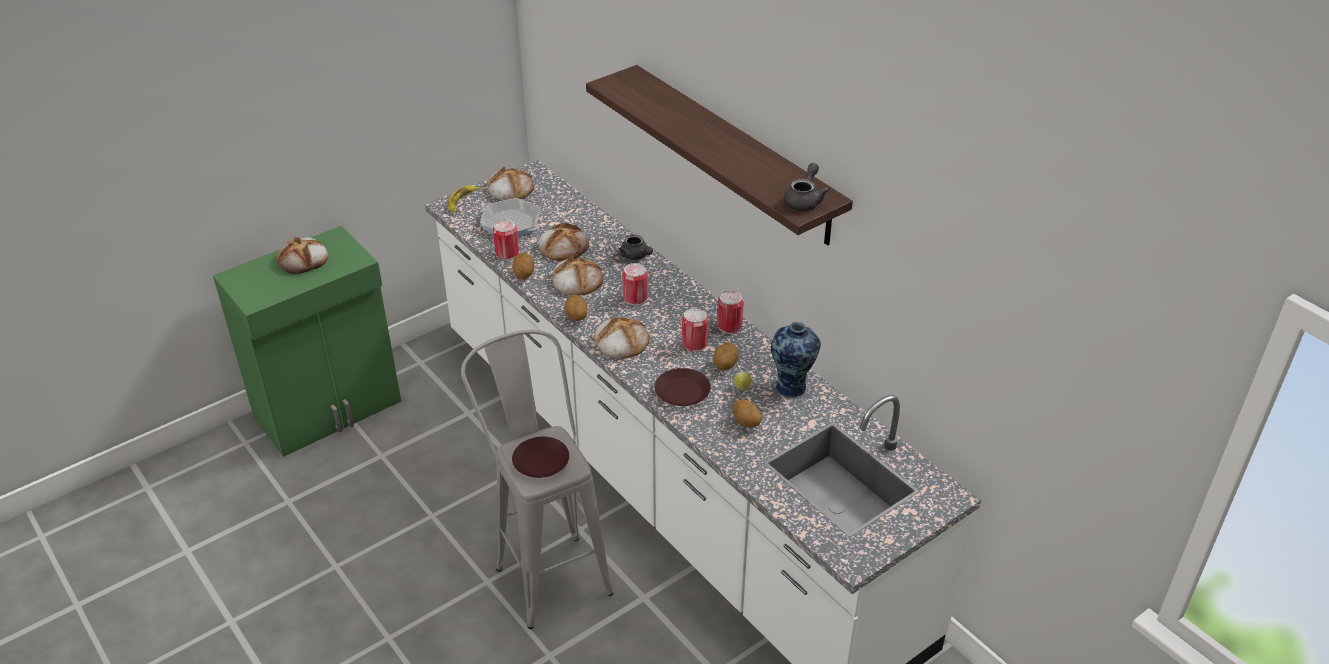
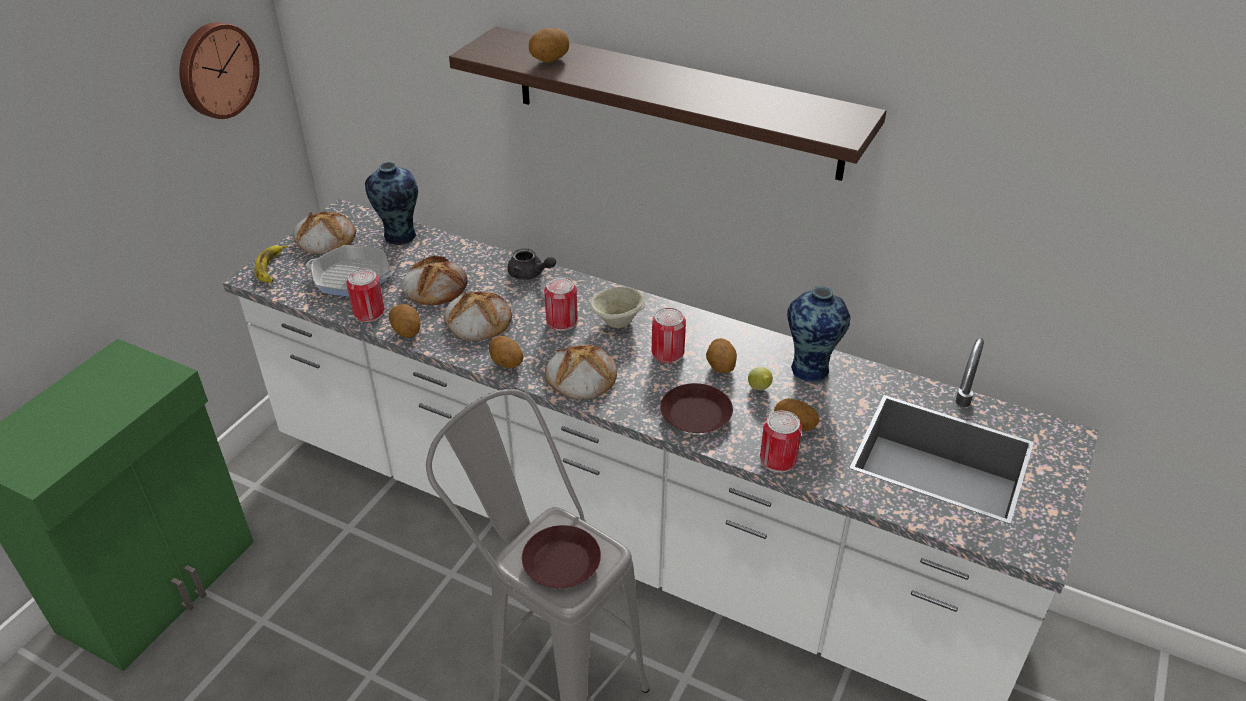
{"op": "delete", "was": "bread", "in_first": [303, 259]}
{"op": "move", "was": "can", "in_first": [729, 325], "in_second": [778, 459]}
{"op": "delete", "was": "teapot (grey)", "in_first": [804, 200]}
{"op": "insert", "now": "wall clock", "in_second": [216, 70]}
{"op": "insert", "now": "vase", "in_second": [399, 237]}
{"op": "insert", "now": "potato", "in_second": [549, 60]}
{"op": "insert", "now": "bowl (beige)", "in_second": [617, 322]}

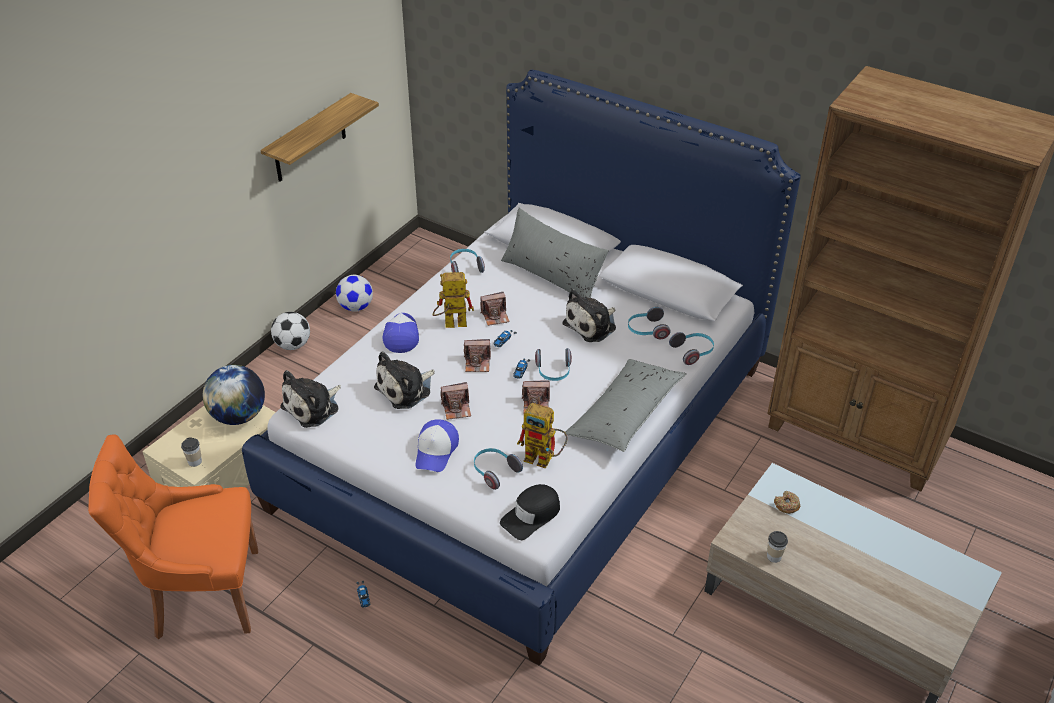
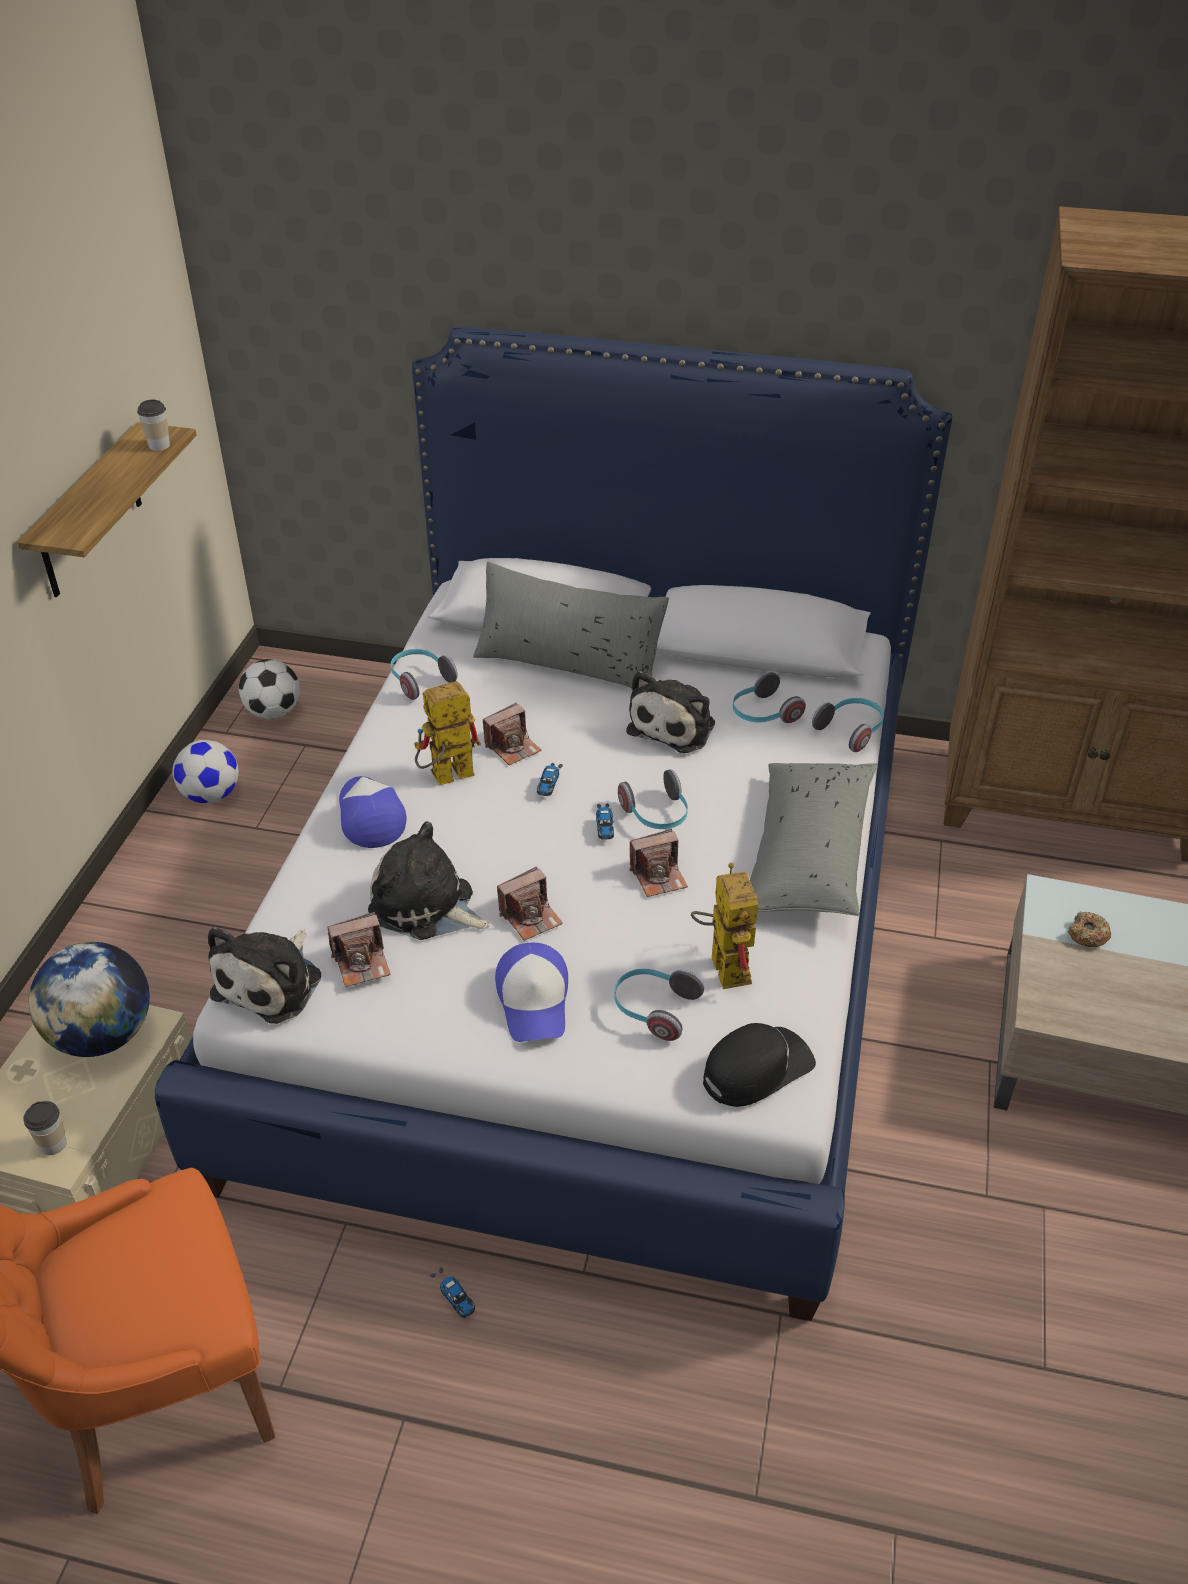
{"op": "move", "was": "football", "in_first": [293, 345], "in_second": [274, 712]}
{"op": "rotate", "was": "plush toy", "in_first": [406, 389], "in_second": [426, 906], "clockwise": 90}
{"op": "move", "was": "photo camera", "in_first": [477, 363], "in_second": [362, 963]}
{"op": "rotate", "was": "cap (black)", "in_first": [531, 515], "in_second": [757, 1068], "clockwise": -150}
{"op": "rotate", "was": "toy robot", "in_first": [544, 459], "in_second": [722, 963], "clockwise": -105}
{"op": "move", "was": "cup", "in_first": [774, 556], "in_second": [159, 445]}

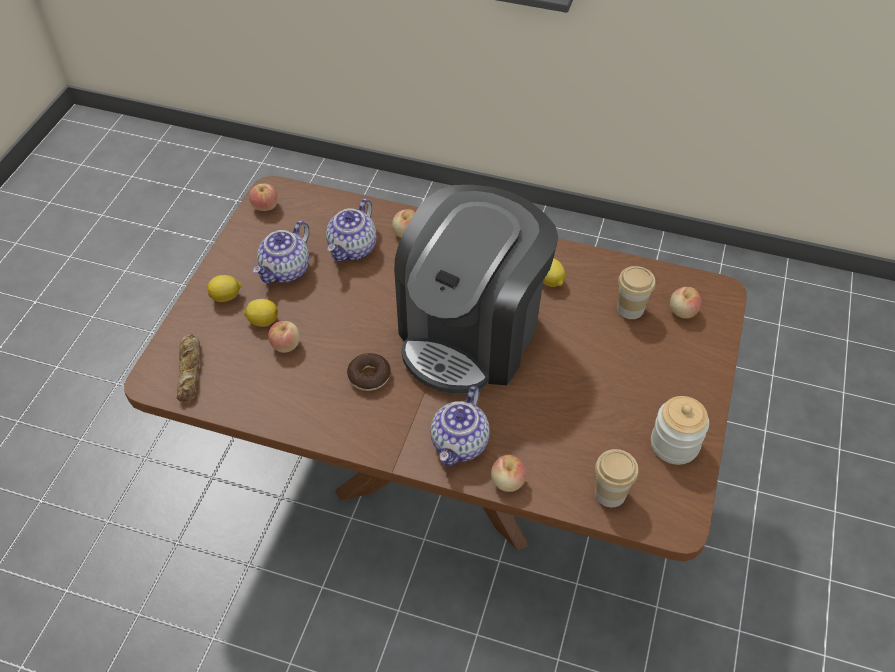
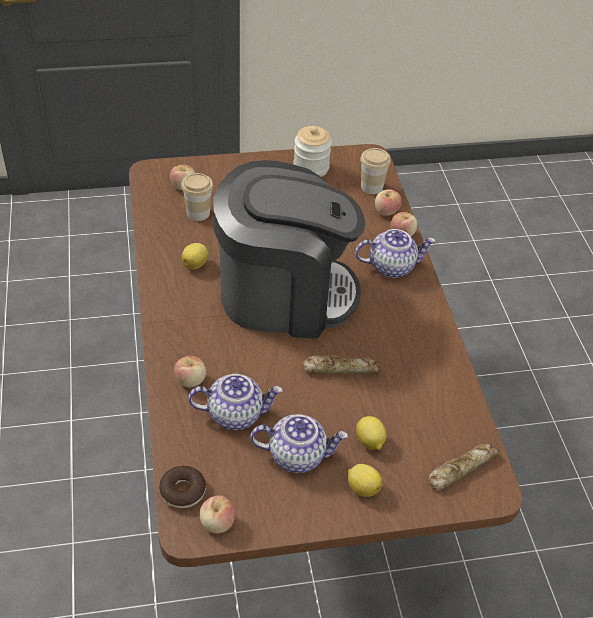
{"op": "move", "was": "apple", "in_first": [286, 345], "in_second": [386, 211]}
{"op": "move", "was": "donut", "in_first": [369, 376], "in_second": [183, 491]}
{"op": "insert", "now": "bread", "in_second": [341, 368]}

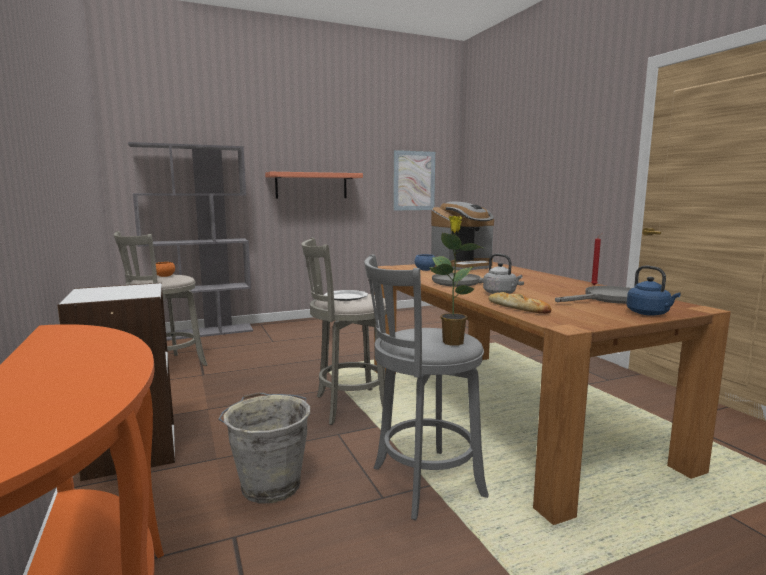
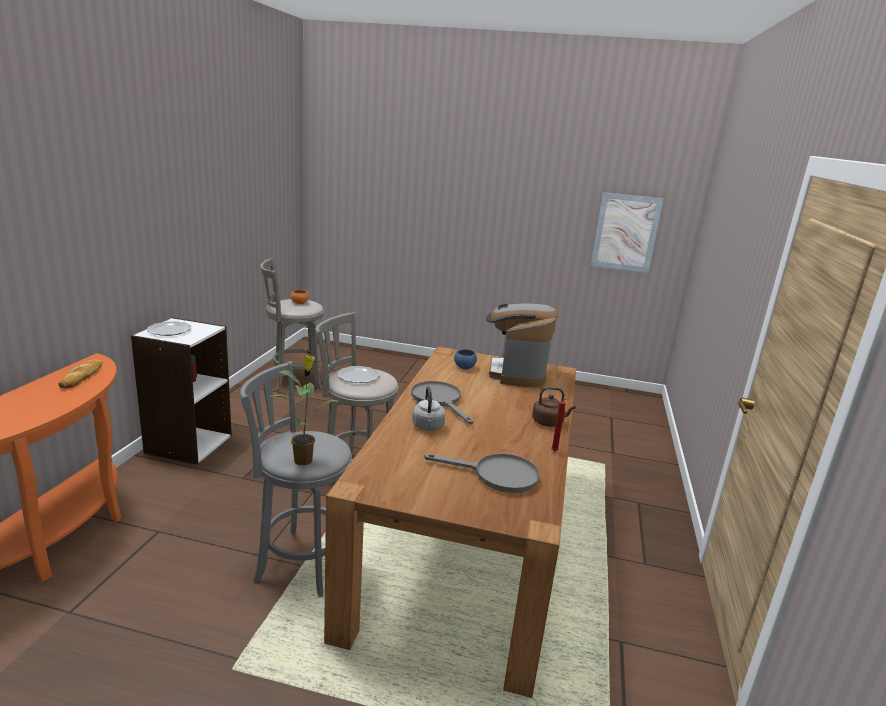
{"op": "delete", "was": "bookcase (grey)", "in_first": [201, 333]}
{"op": "delete", "was": "bucket (grey)", "in_first": [270, 484]}
{"op": "delete", "was": "shelf", "in_first": [311, 185]}
{"op": "rotate", "was": "coffee machine", "in_first": [462, 266], "in_second": [516, 373], "clockwise": 90}
{"op": "move", "was": "bread", "in_first": [518, 307], "in_second": [82, 377]}
{"op": "delete", "was": "kettle (blue)", "in_first": [649, 314]}
{"op": "insert", "now": "plate", "in_second": [169, 330]}
{"op": "insert", "now": "kettle (brown)", "in_second": [549, 422]}

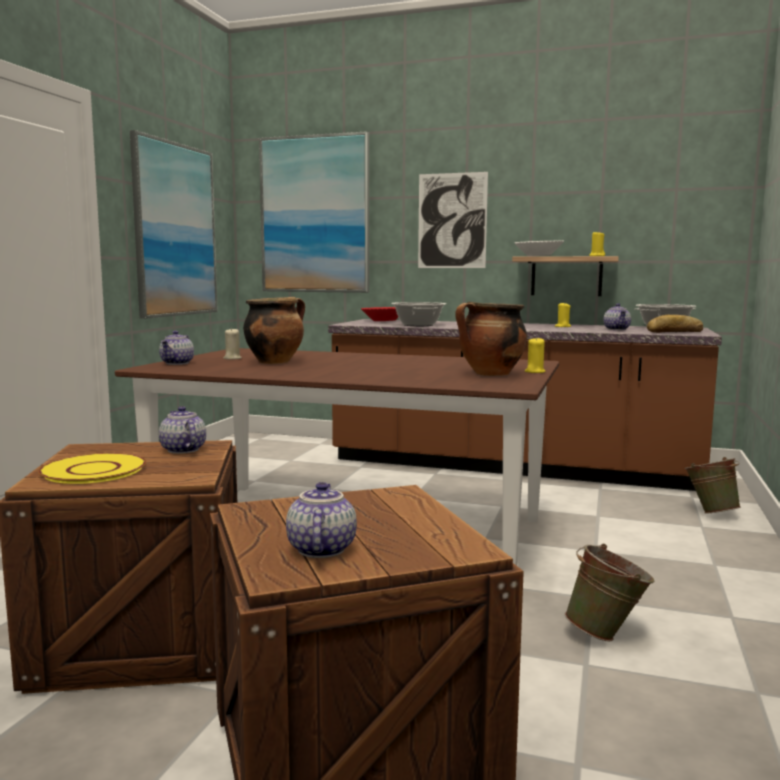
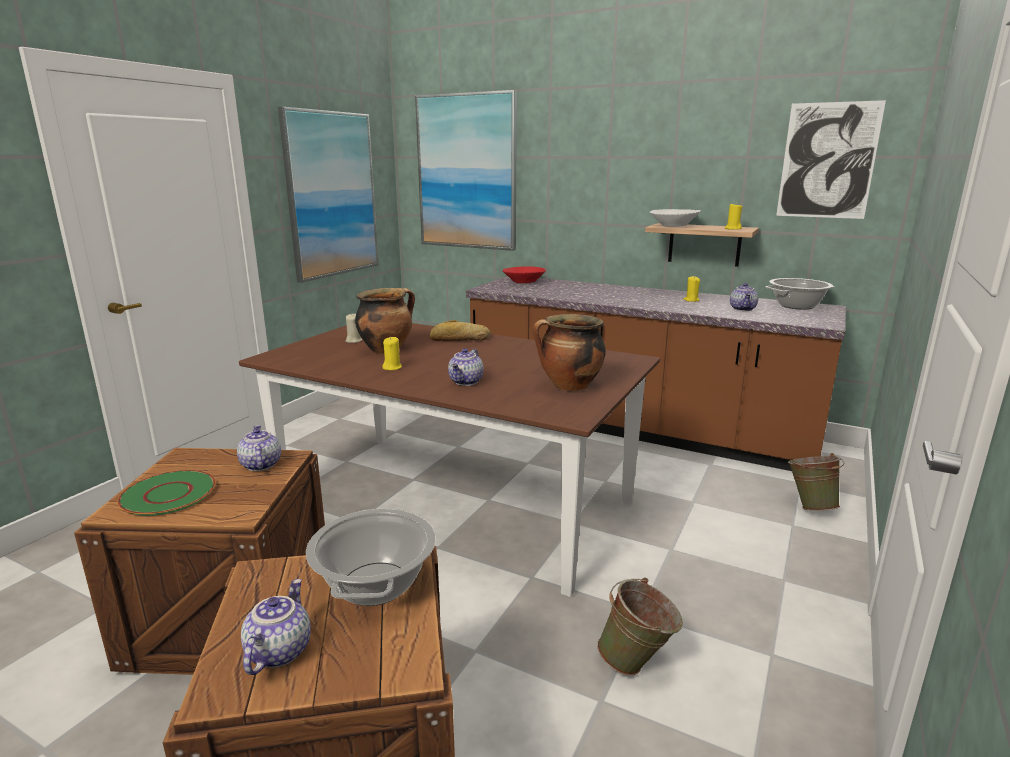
{"op": "recolor", "was": "plate (yellow)", "now": "plate (green)", "in_first": [93, 470], "in_second": [168, 494]}
{"op": "move", "was": "teapot", "in_first": [177, 363], "in_second": [466, 382]}
{"op": "move", "was": "cooking pot", "in_first": [418, 325], "in_second": [375, 584]}
{"op": "move", "was": "picture", "in_first": [452, 221], "in_second": [827, 161]}
{"op": "move", "was": "candle (yellow)", "in_first": [534, 372], "in_second": [392, 367]}
{"op": "move", "was": "bread", "in_first": [676, 332], "in_second": [460, 339]}

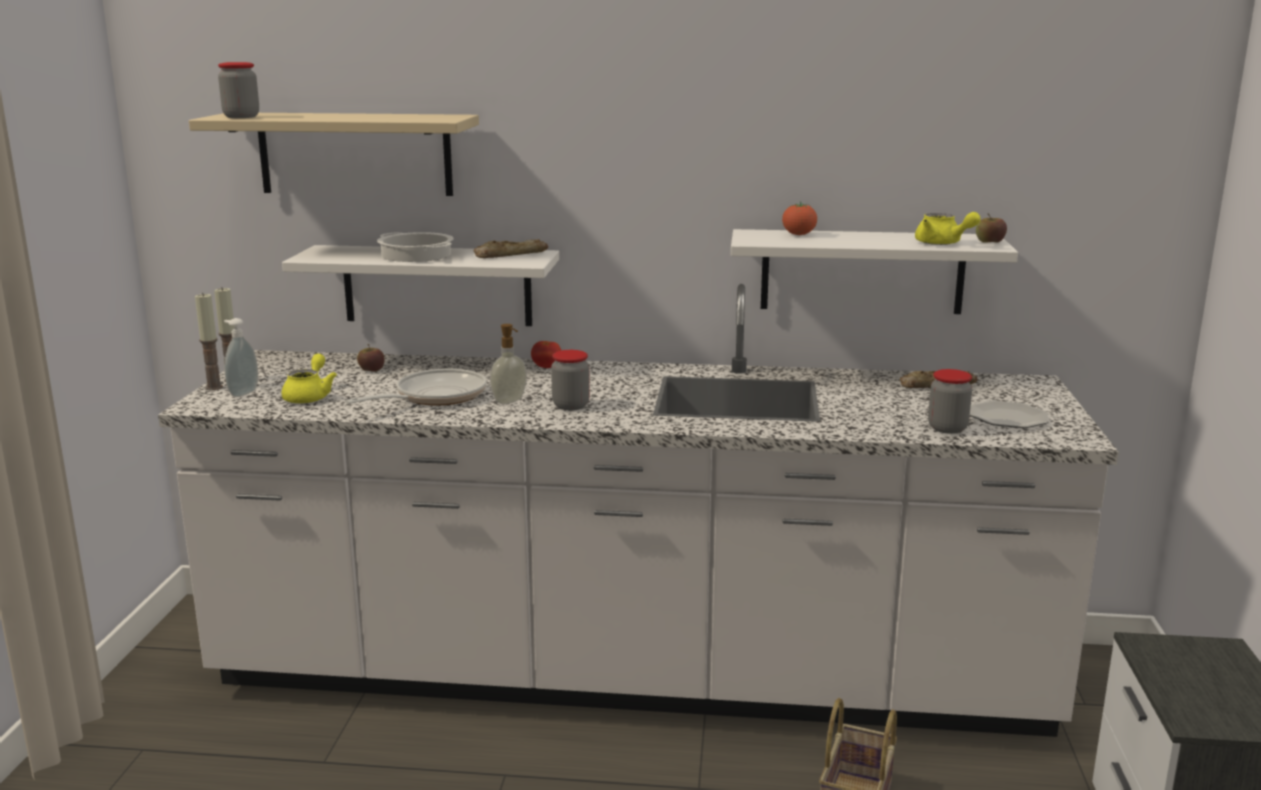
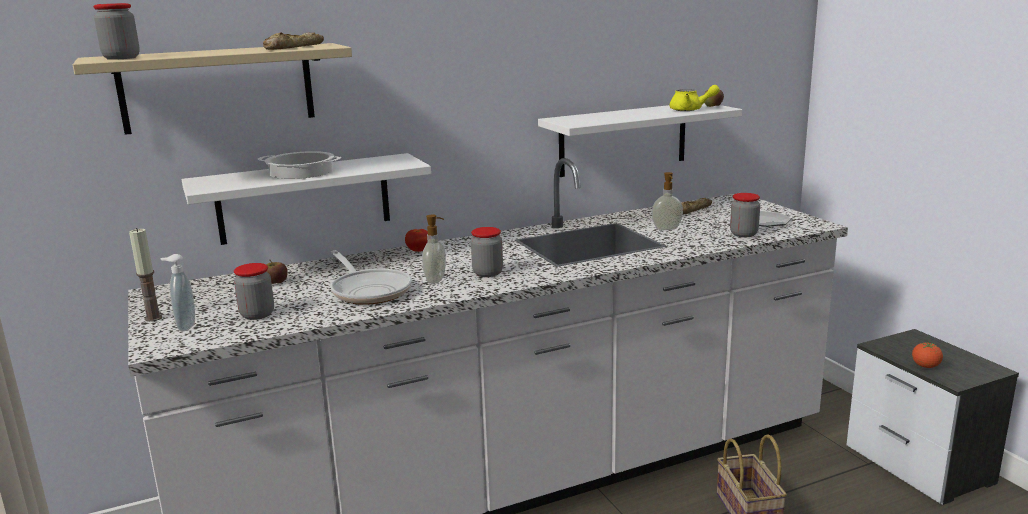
{"op": "delete", "was": "candle", "in_first": [214, 387]}
{"op": "replace", "was": "teapot (yellow)", "now": "jar", "in_first": [310, 396], "in_second": [257, 314]}
{"op": "rotate", "was": "frying pan", "in_first": [434, 397], "in_second": [369, 290], "clockwise": 135}
{"op": "move", "was": "bread", "in_first": [510, 255], "in_second": [293, 47]}
{"op": "move", "was": "tomato", "in_first": [798, 235], "in_second": [925, 366]}
{"op": "insert", "now": "soap dispenser", "in_second": [667, 229]}

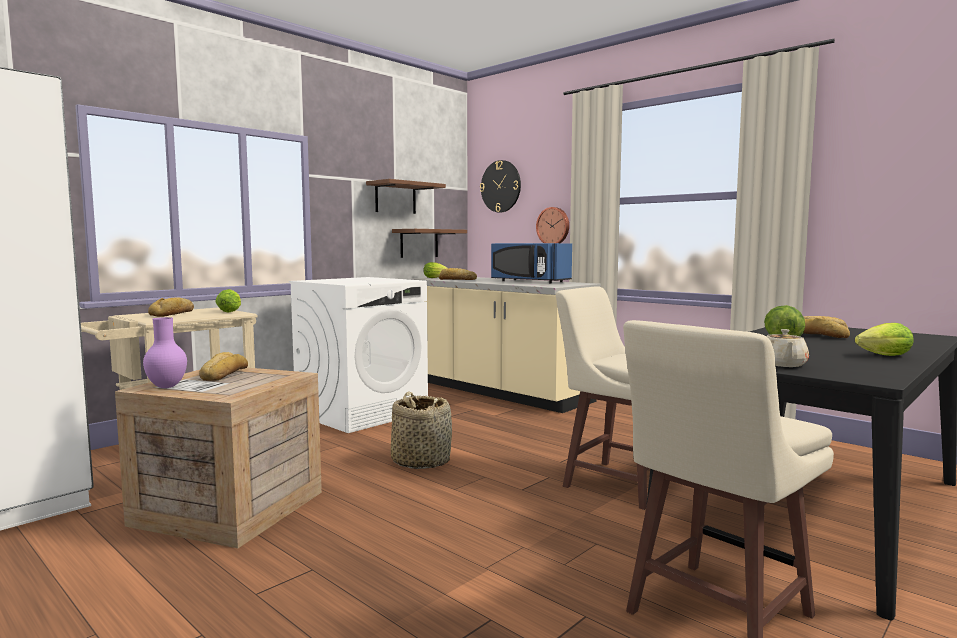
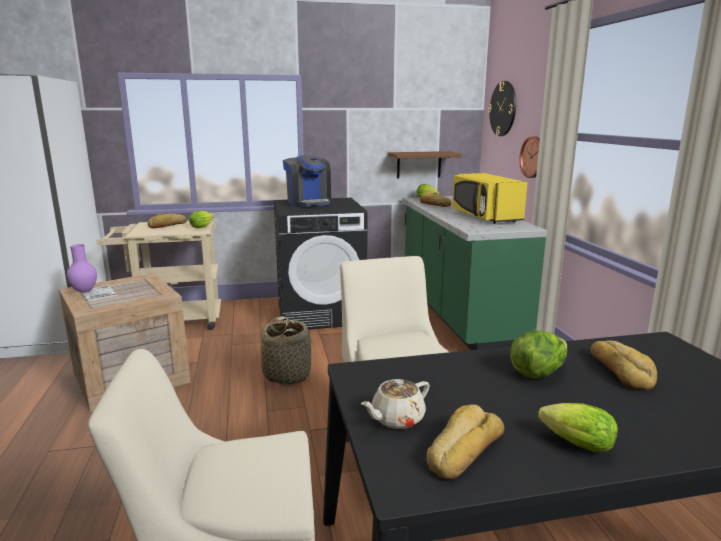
{"op": "move", "was": "bread", "in_first": [222, 374], "in_second": [462, 449]}
{"op": "recolor", "was": "washing machine (white)", "now": "washing machine (black)", "in_first": [362, 413], "in_second": [321, 313]}
{"op": "delete", "was": "shelf (brown)", "in_first": [395, 198]}
{"op": "recolor", "was": "counter (beige)", "now": "counter (green)", "in_first": [497, 391], "in_second": [457, 315]}
{"op": "recolor", "was": "microwave (blue)", "now": "microwave (yellow)", "in_first": [528, 281], "in_second": [484, 217]}
{"op": "insert", "now": "coffee machine", "in_second": [308, 203]}

